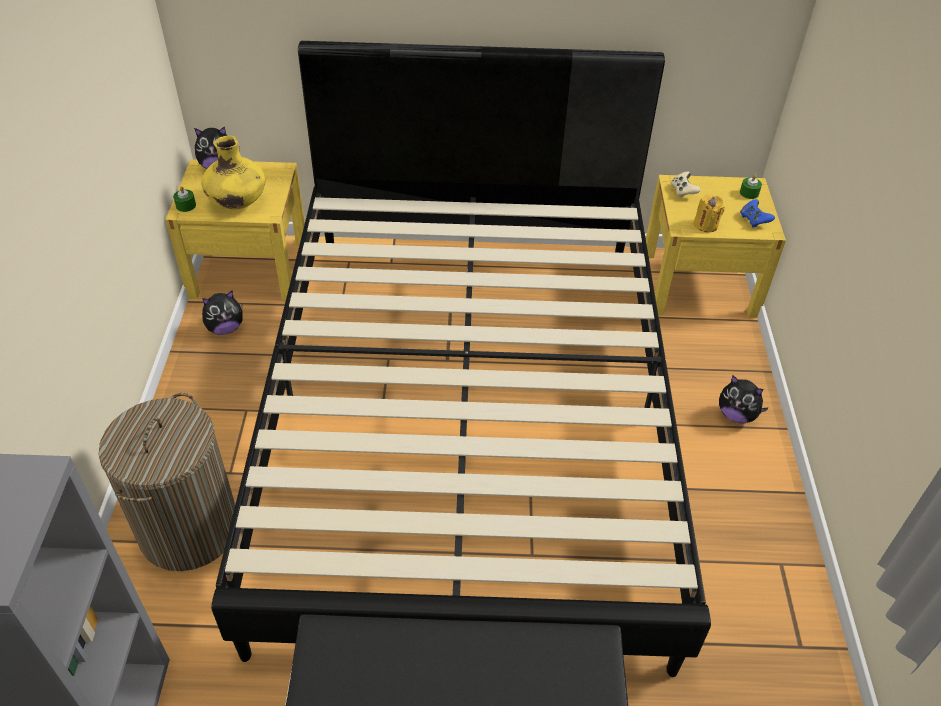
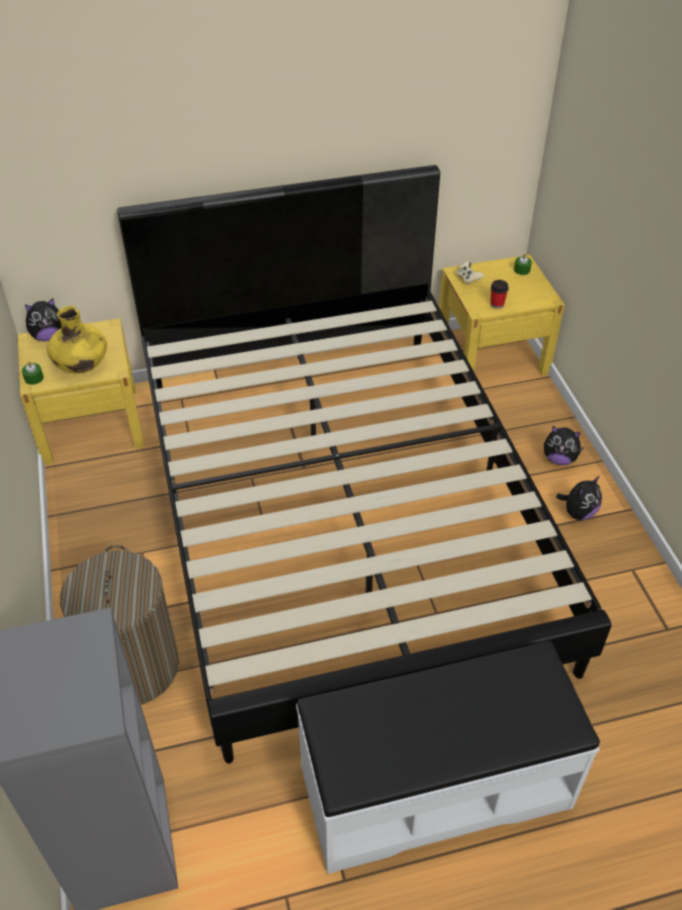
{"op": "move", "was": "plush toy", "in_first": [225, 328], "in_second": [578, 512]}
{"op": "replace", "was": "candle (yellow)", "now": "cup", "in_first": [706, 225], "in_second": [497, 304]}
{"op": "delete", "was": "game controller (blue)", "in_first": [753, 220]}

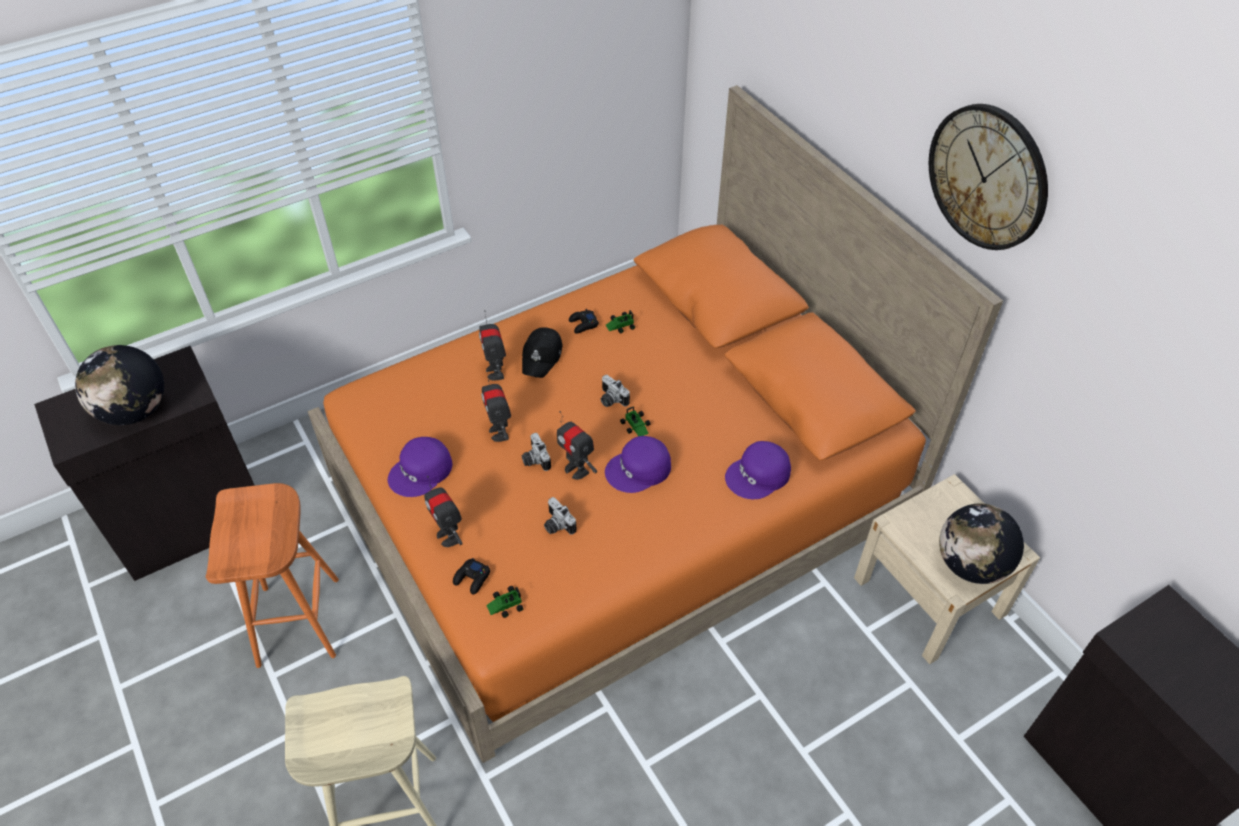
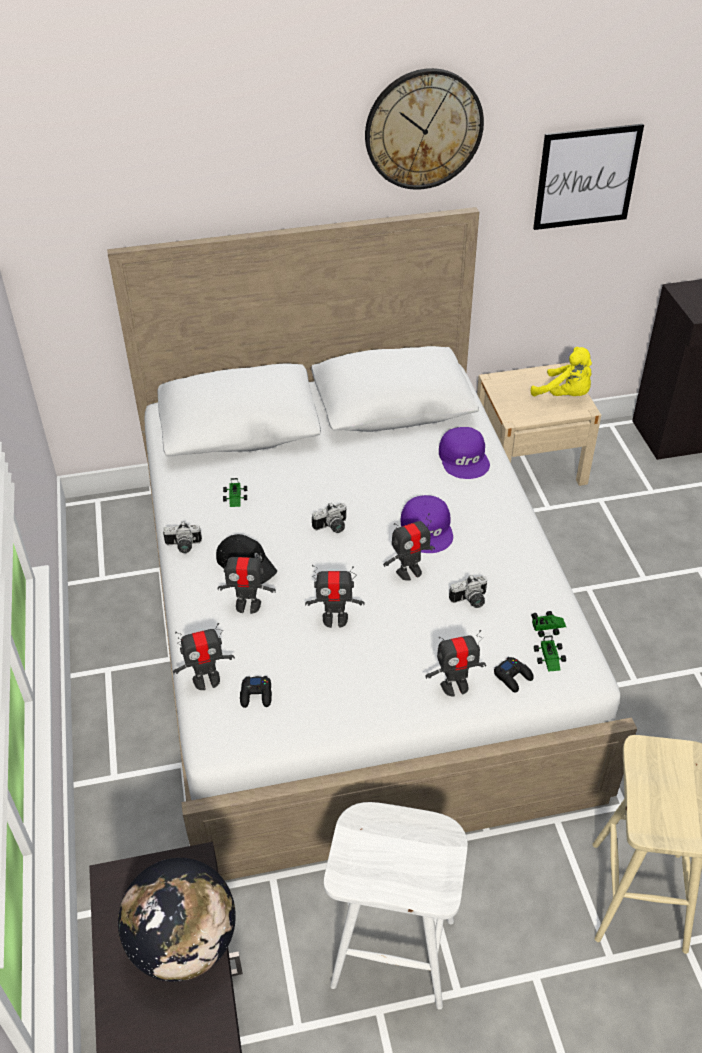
{"op": "recolor", "was": "stool (orange)", "now": "stool (white)", "in_first": [299, 622], "in_second": [395, 951]}
{"op": "recolor", "was": "bed (orange)", "now": "bed (white)", "in_first": [621, 501], "in_second": [353, 624]}
{"op": "delete", "was": "cap (purple)", "in_first": [421, 472]}
{"op": "move", "was": "photo camera", "in_first": [534, 460], "in_second": [183, 546]}
{"op": "move", "was": "game controller (black)", "in_first": [583, 324], "in_second": [256, 695]}
{"op": "move", "was": "toy car", "in_first": [637, 426], "in_second": [548, 625]}
{"op": "replace", "was": "globe", "now": "plush toy (yellow)", "in_first": [970, 564], "in_second": [565, 395]}
{"op": "insert", "now": "toy robot", "in_second": [206, 680]}
{"op": "insert", "now": "picture", "in_second": [586, 177]}

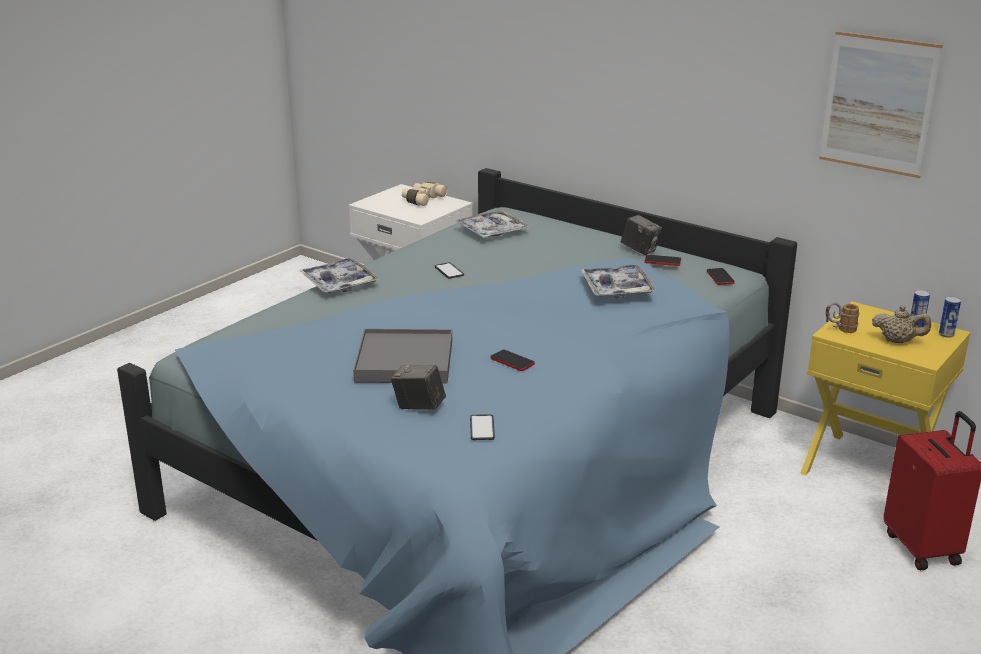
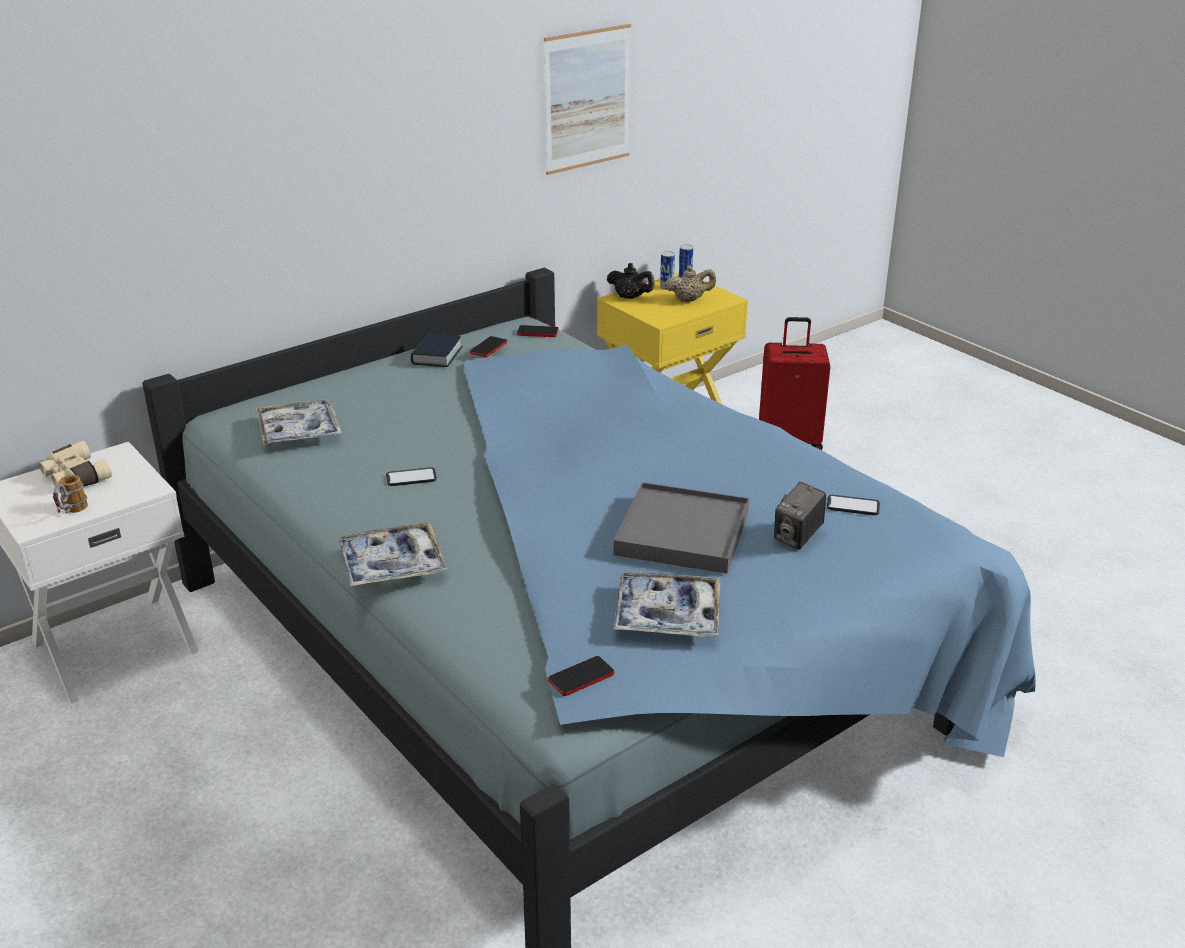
{"op": "move", "was": "phone", "in_first": [512, 361], "in_second": [581, 677]}
{"op": "move", "was": "tray", "in_first": [617, 288], "in_second": [667, 615]}
{"op": "replace", "was": "photo camera", "now": "book", "in_first": [640, 250], "in_second": [436, 356]}
{"op": "move", "was": "mug", "in_first": [839, 330], "in_second": [71, 512]}
{"op": "rotate", "was": "teapot (beige)", "in_first": [898, 341], "in_second": [689, 300], "clockwise": 45}
{"op": "insert", "now": "teapot (black)", "in_second": [630, 297]}

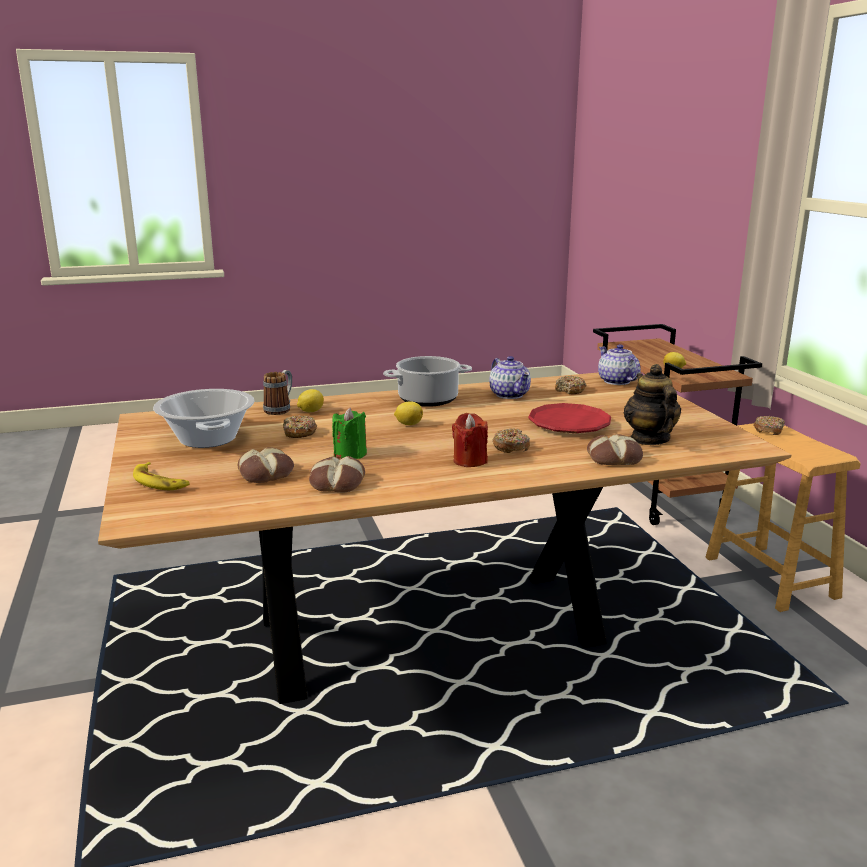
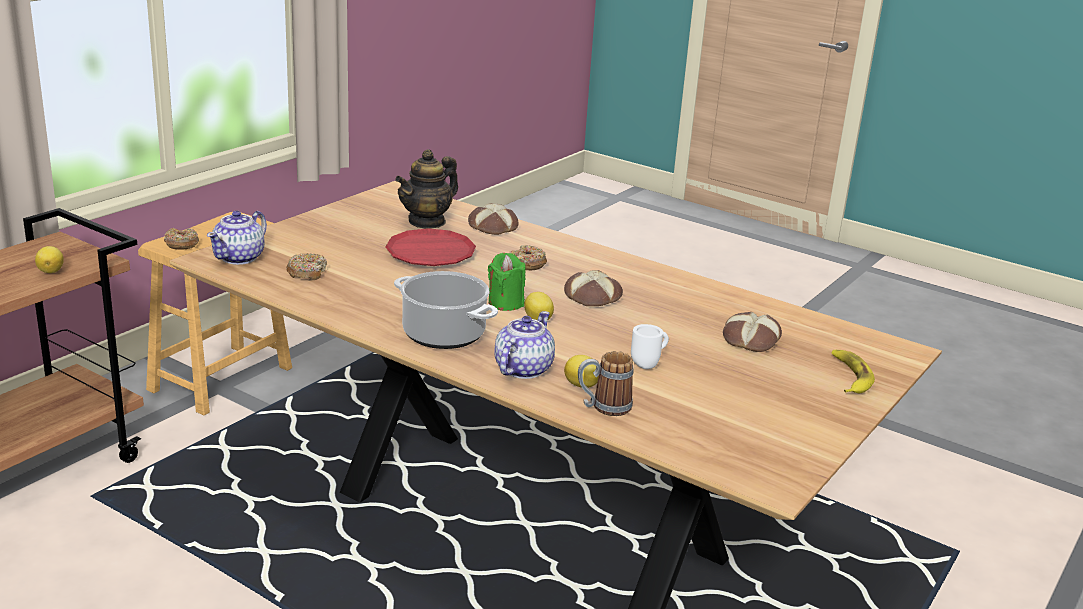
{"op": "delete", "was": "cooking pot", "in_first": [207, 439]}
{"op": "replace", "was": "donut", "now": "mug (white)", "in_first": [299, 433], "in_second": [648, 364]}
{"op": "move", "was": "bread", "in_first": [336, 482], "in_second": [593, 297]}
{"op": "move", "was": "candle (green)", "in_first": [350, 454], "in_second": [505, 303]}
{"op": "delete", "was": "candle (red)", "in_first": [470, 461]}
{"op": "move", "was": "teapot", "in_first": [509, 394], "in_second": [522, 369]}

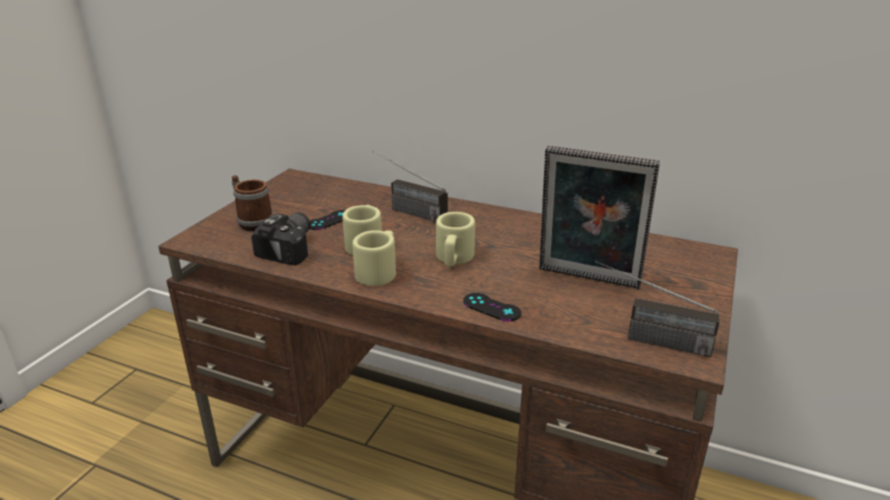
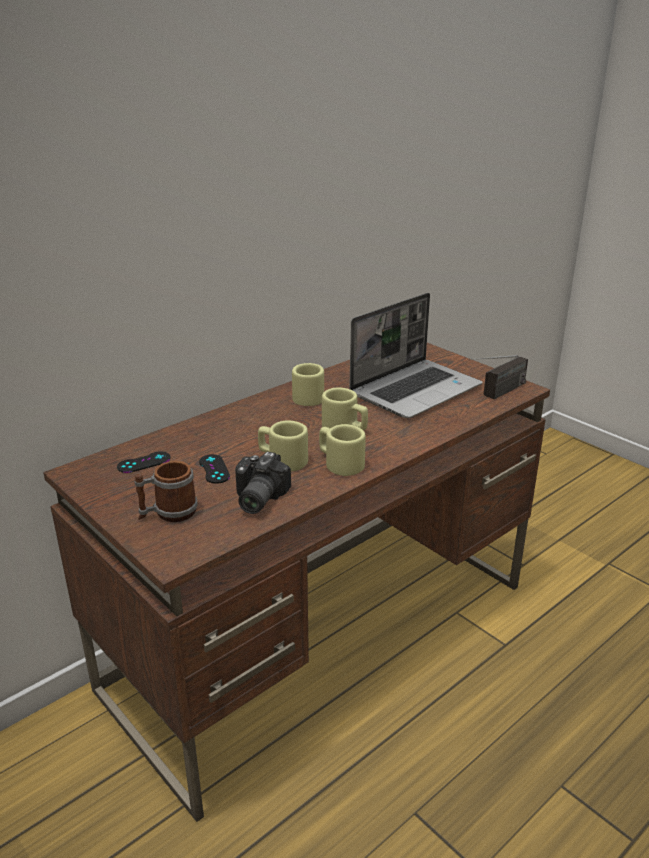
{"op": "rotate", "was": "photo camera", "in_first": [291, 248], "in_second": [256, 498], "clockwise": -120}
{"op": "delete", "was": "radio", "in_first": [405, 210]}
{"op": "move", "was": "game controller (black)", "in_first": [491, 307], "in_second": [144, 462]}
{"op": "replace", "was": "picture frame", "now": "laptop", "in_first": [587, 280], "in_second": [415, 390]}
{"op": "insert", "now": "mug (beige)", "in_second": [308, 396]}

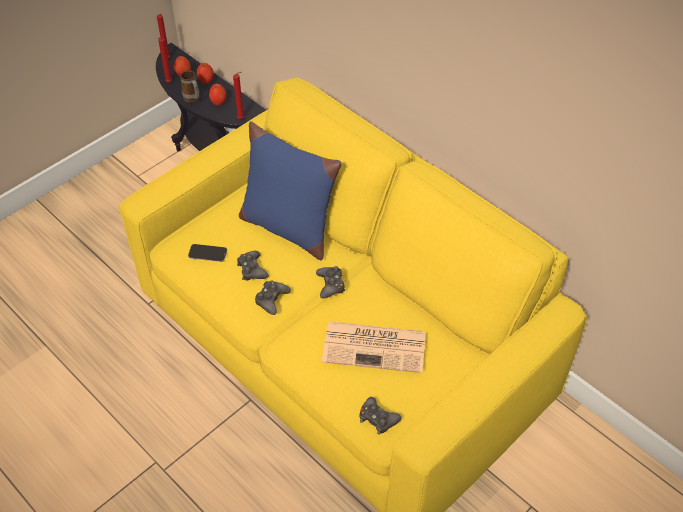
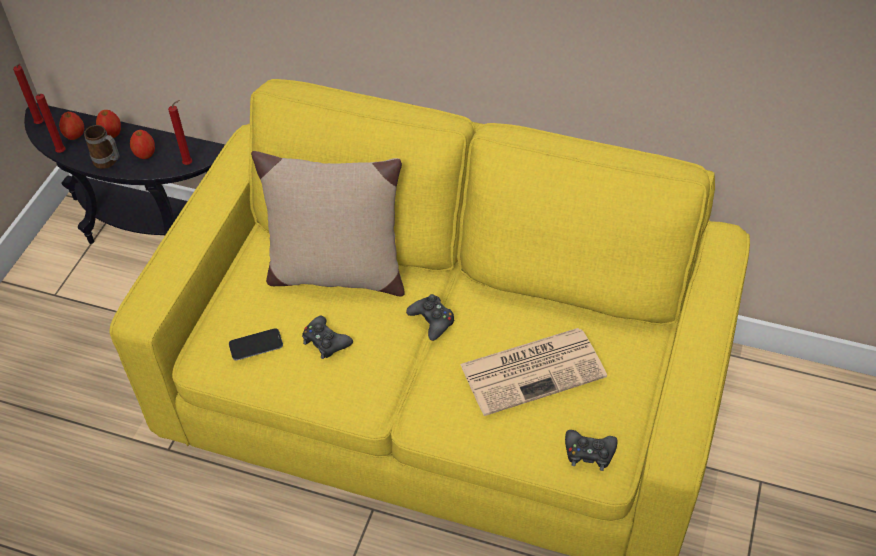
{"op": "recolor", "was": "pillow (blue)", "now": "pillow (beige)", "in_first": [287, 227], "in_second": [336, 273]}
{"op": "delete", "was": "game controller (black)", "in_first": [271, 299]}

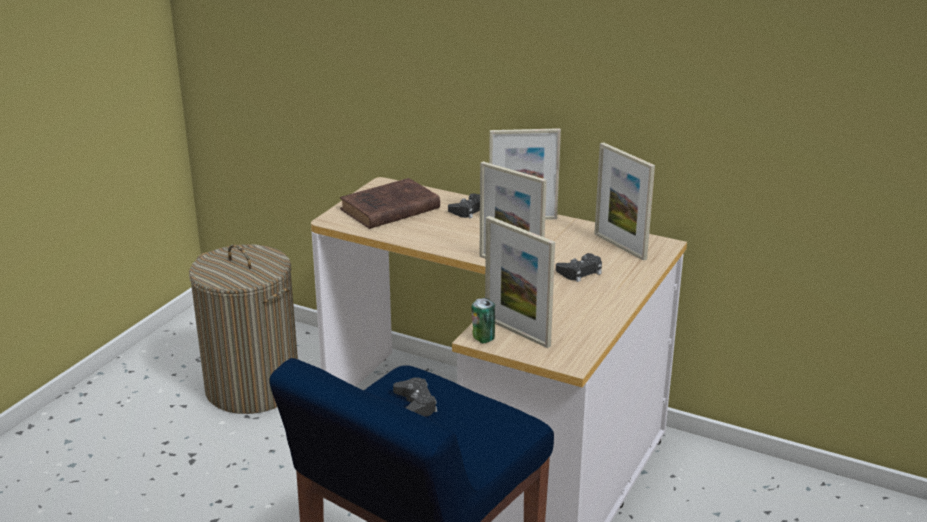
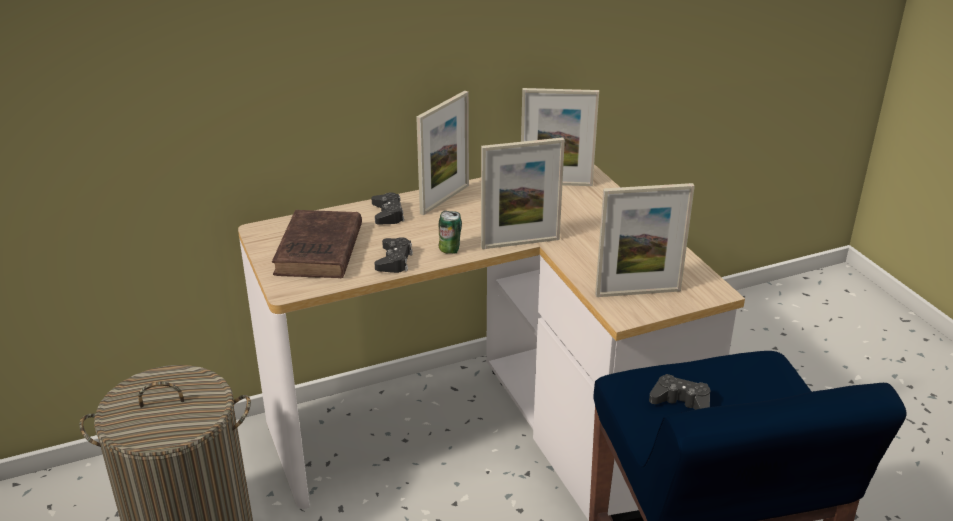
{"op": "move", "was": "can", "in_first": [483, 338], "in_second": [450, 250]}
{"op": "move", "was": "game controller (black)", "in_first": [580, 272], "in_second": [394, 261]}

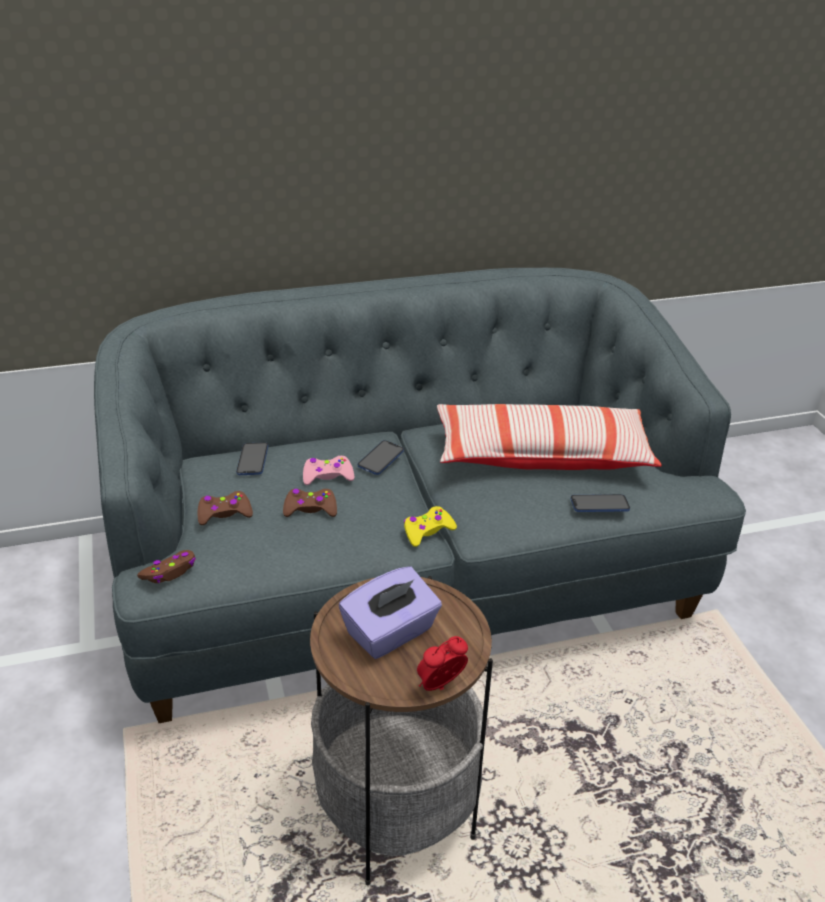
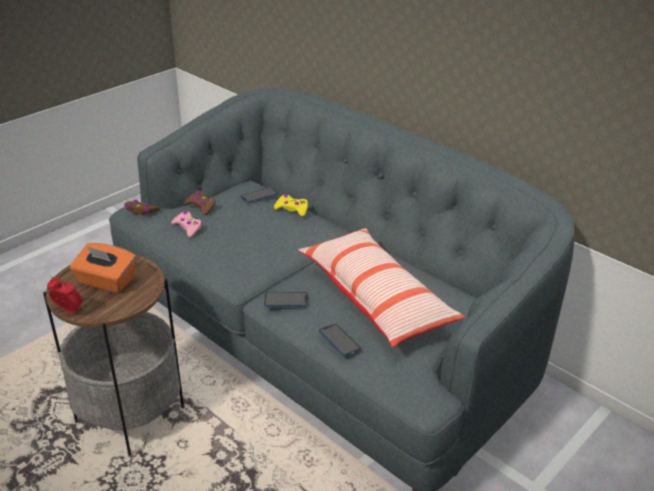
{"op": "delete", "was": "game controller (brown)", "in_first": [310, 509]}
{"op": "move", "was": "game controller (pink)", "in_first": [327, 476], "in_second": [188, 227]}
{"op": "recolor", "was": "tissue box (purple)", "now": "tissue box (orange)", "in_first": [391, 633], "in_second": [106, 282]}
{"op": "move", "was": "phone", "in_first": [381, 459], "in_second": [286, 300]}
{"op": "move", "was": "game controller (yellow)", "in_first": [427, 531], "in_second": [292, 209]}

